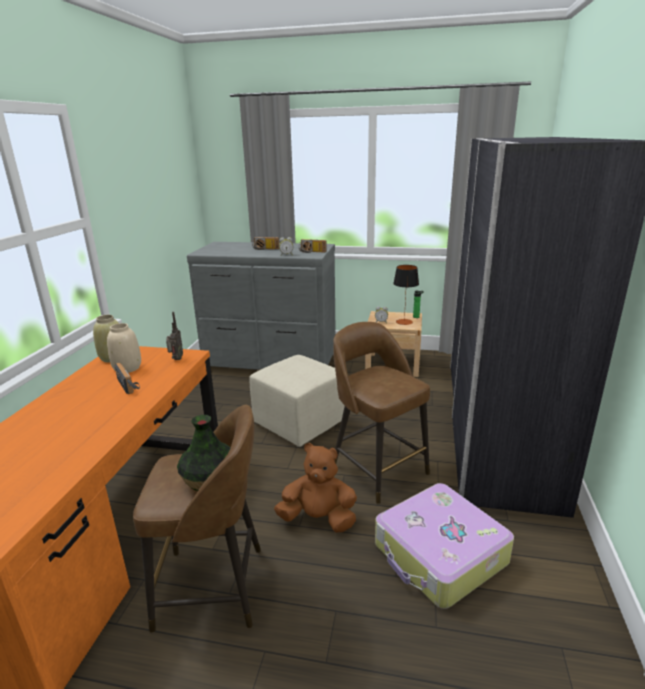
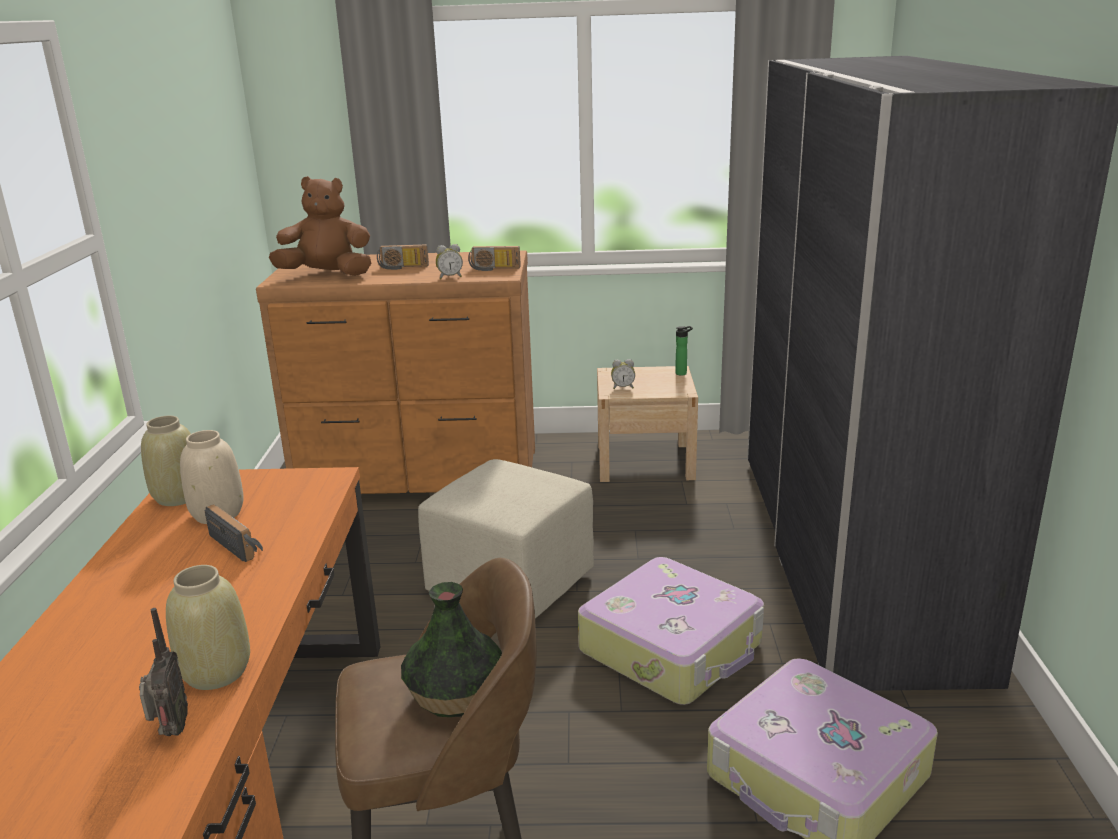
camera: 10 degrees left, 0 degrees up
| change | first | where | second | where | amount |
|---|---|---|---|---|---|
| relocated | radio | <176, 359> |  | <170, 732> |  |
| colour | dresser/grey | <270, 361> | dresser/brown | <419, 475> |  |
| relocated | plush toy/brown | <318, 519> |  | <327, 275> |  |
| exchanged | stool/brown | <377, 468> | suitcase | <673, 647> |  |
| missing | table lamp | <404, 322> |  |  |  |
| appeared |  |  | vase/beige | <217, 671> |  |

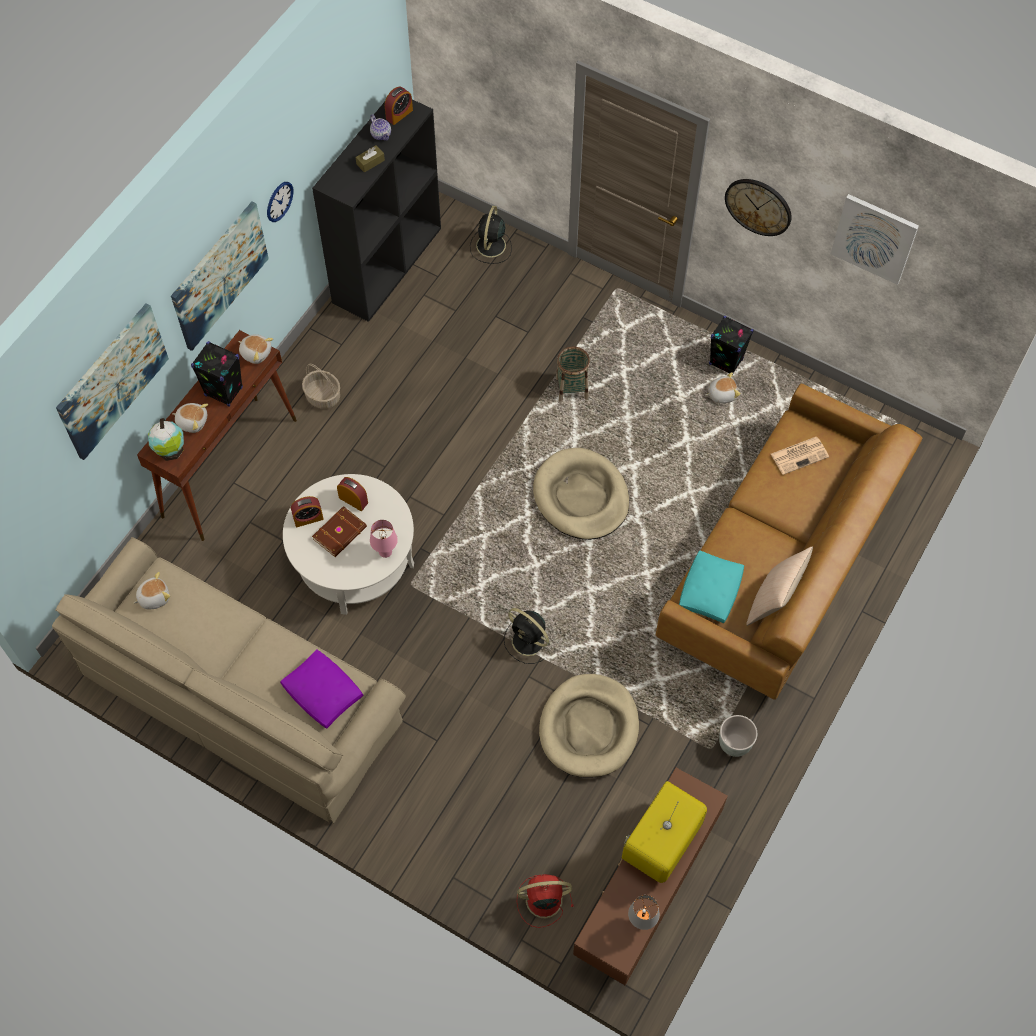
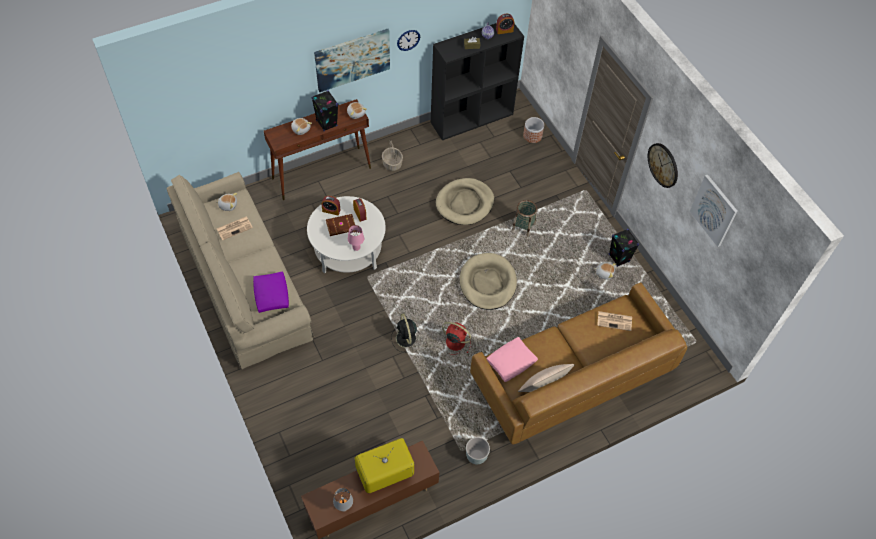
camera: 30 degrees right, 5 degrees down
| change | first | where | second | where | amount |
|---|---|---|---|---|---|
| missing | picture | <112, 381> |  |  |  |
| missing | globe | <171, 451> |  |  |  |
| exchanged | fan/black | <490, 246> | planter | <532, 136> |  |
| relocated | fan/red | <542, 900> |  | <454, 342> |  |
| relocated | dog bed/beige | <589, 728> |  | <465, 203> |  |
| colour | pillow/turquoise | <710, 592> | pillow/pink | <510, 363> |  |
| appeared |  |  | newspaper | <235, 228> |  |

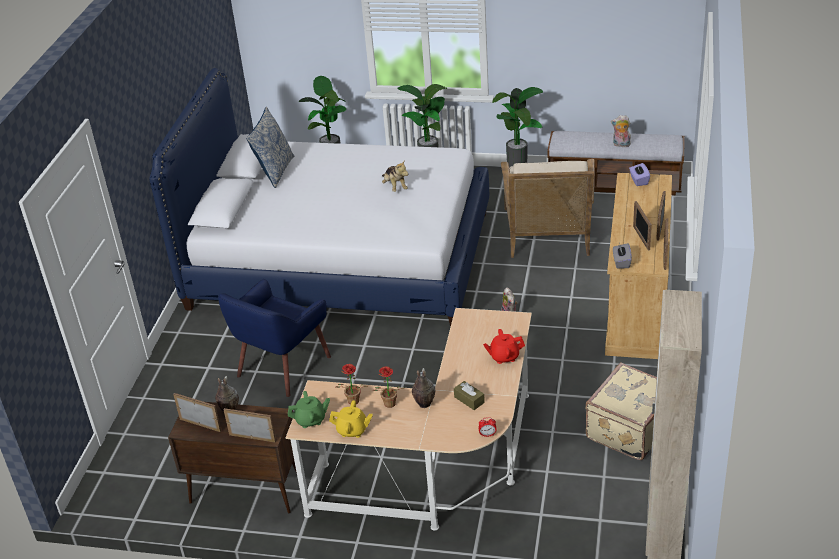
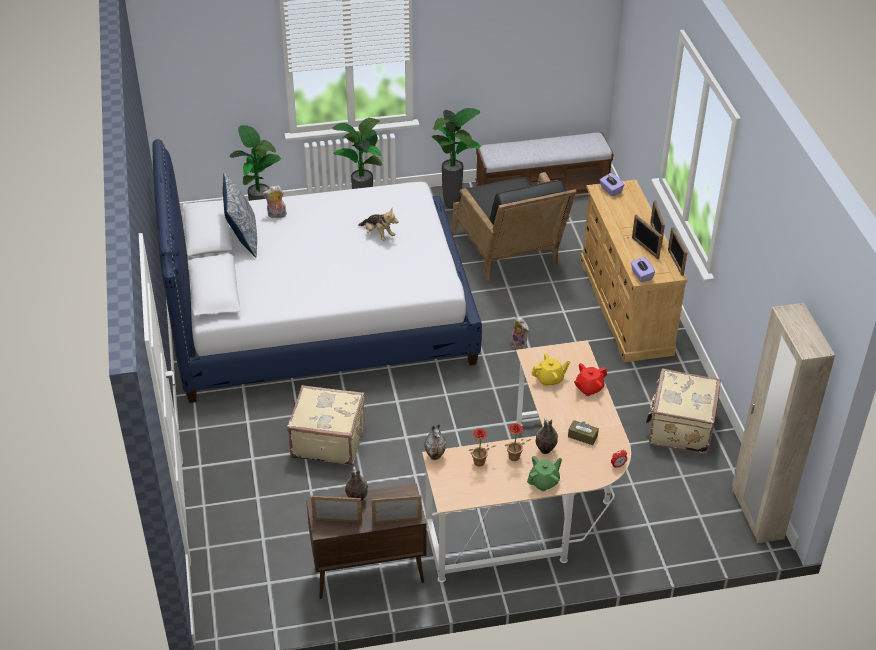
camera: 25 degrees left, 5 degrees up
| change | first | where | second | where | amount |
|---|---|---|---|---|---|
| exchanged | armchair/blue | <282, 366> | suitcase/beige | <328, 440> |  |
| relocated | teapot/green | <311, 420> |  | <544, 482> |  |
| relocated | teapot/yellow | <352, 430> |  | <550, 379> |  |
| colour | armchair/beige | <548, 237> | armchair/black | <510, 254> |  |
| relocated | plush toy | <621, 145> |  | <276, 215> |  |
| colour | tissue box/grey | <621, 262> | tissue box/purple | <641, 275> |  |
| appeared |  |  | vase | <435, 455> |  |

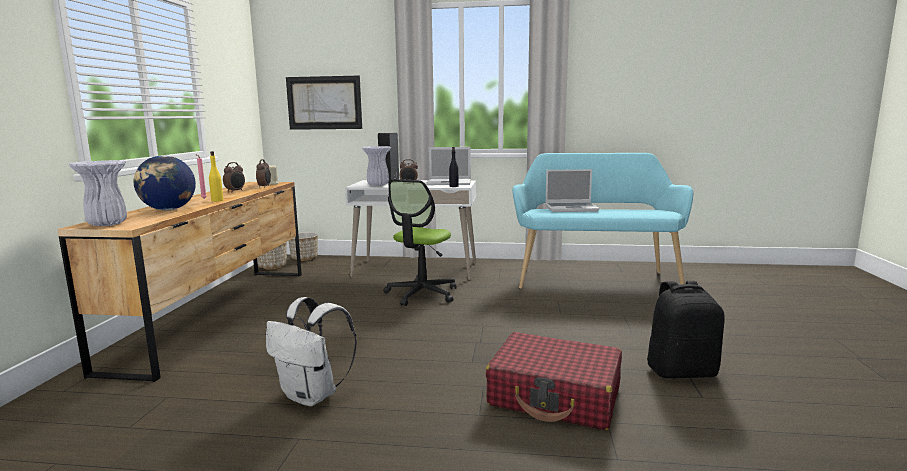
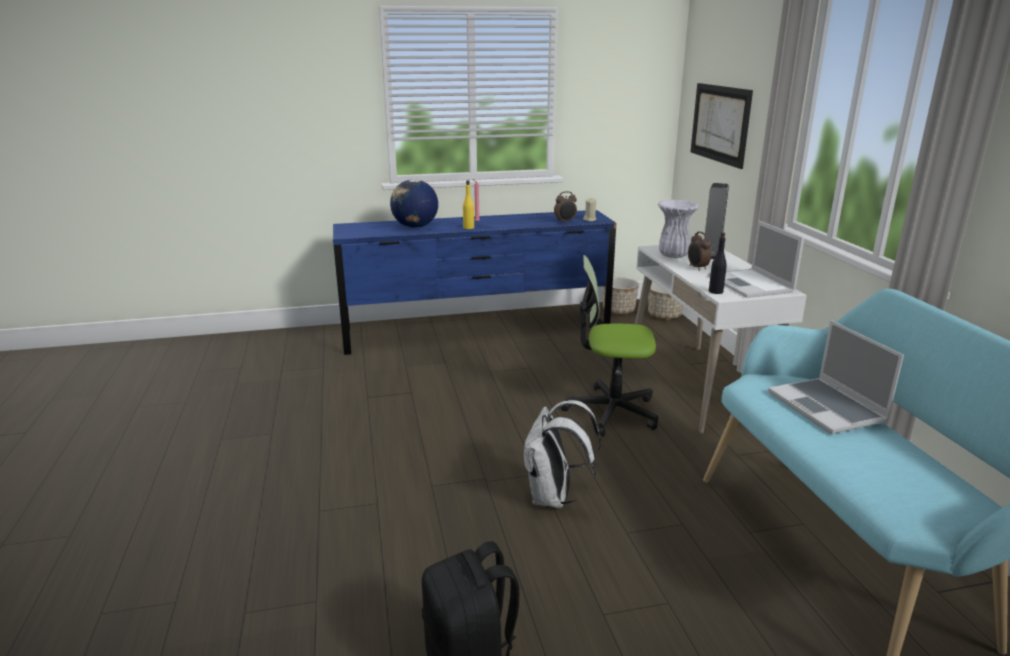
camera: 70 degrees right, 10 degrees up
| change | first | where | second | where | amount |
|---|---|---|---|---|---|
| colour | dresser/brown | <219, 314> | dresser/blue | <477, 331> |  |
| missing | vase/white | <106, 224> |  |  |  |
| missing | alarm clock | <235, 191> |  |  |  |
| relocated | backpack/white | <313, 396> |  | <554, 498> |  |
| missing | suitcase/red | <555, 396> |  |  |  |

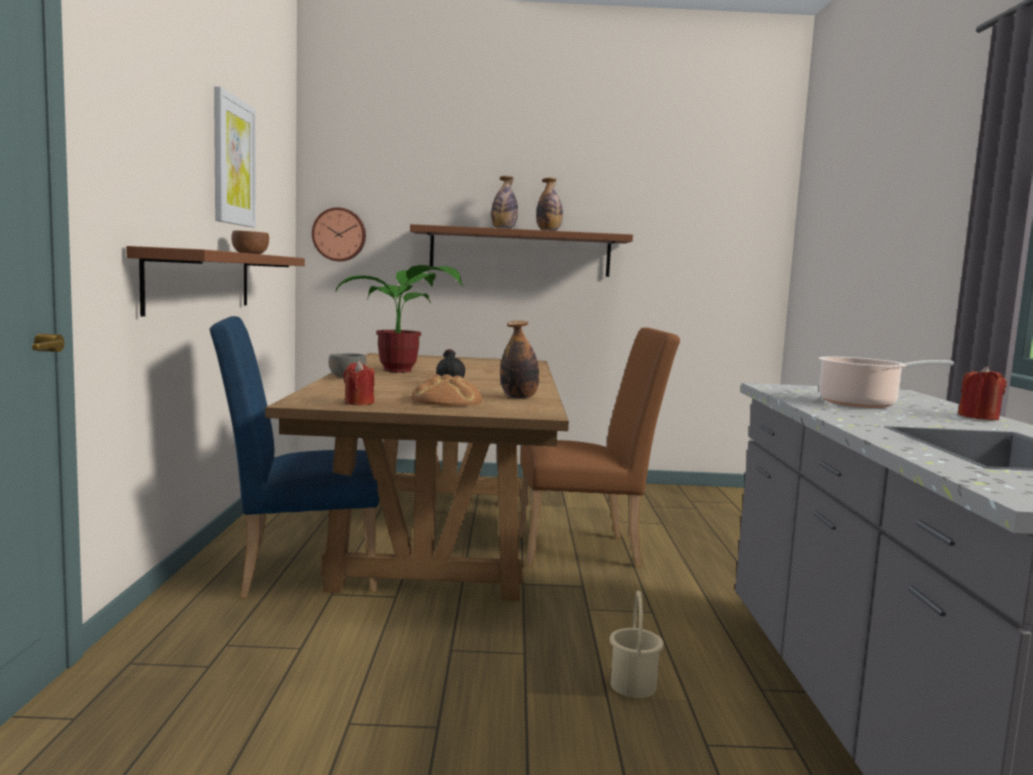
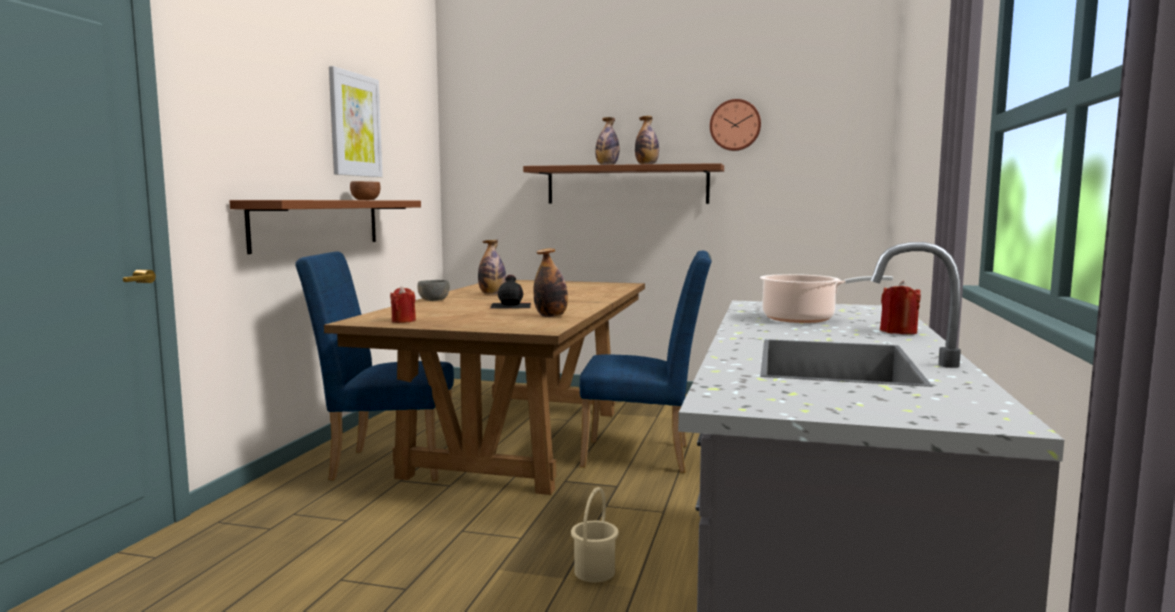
camera: 15 degrees right, 0 degrees up
| change | first | where | second | where | amount |
|---|---|---|---|---|---|
| relocated | wall clock | <339, 234> |  | <735, 125> |  |
| exchanged | potted plant | <403, 371> | bottle | <492, 294> |  |
| missing | bread | <446, 400> |  |  |  |
| colour | chair/brown | <587, 551> | chair/blue | <646, 456> |  |

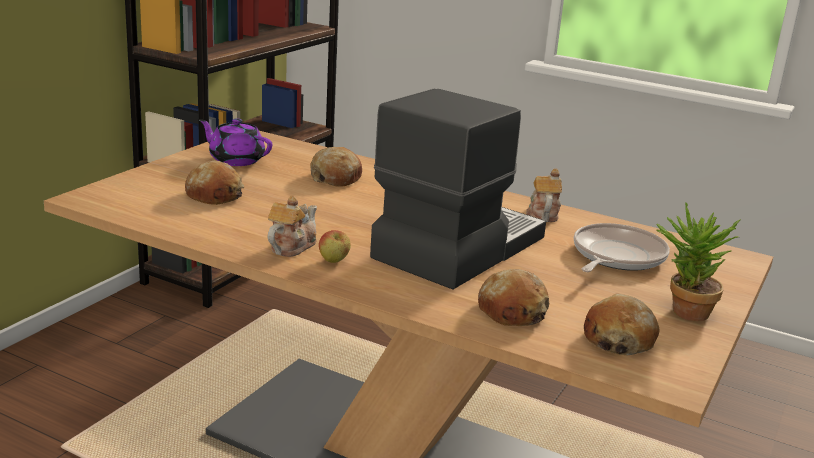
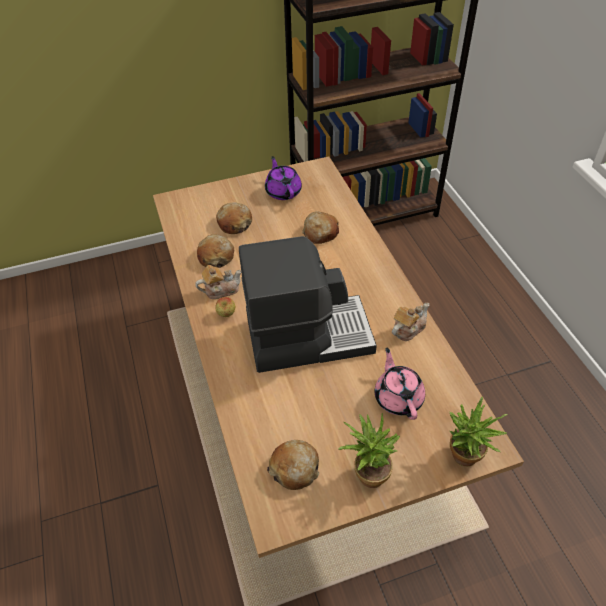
camera: 45 degrees right, 25 degrees up
| change | first | where | second | where | amount |
|---|---|---|---|---|---|
| relocated | bread | <512, 311> |  | <216, 256> |  |
| exchanged | frying pan | <616, 257> | teapot/pink | <398, 397> |  |
| appeared |  |  | potted plant | <463, 460> |  |

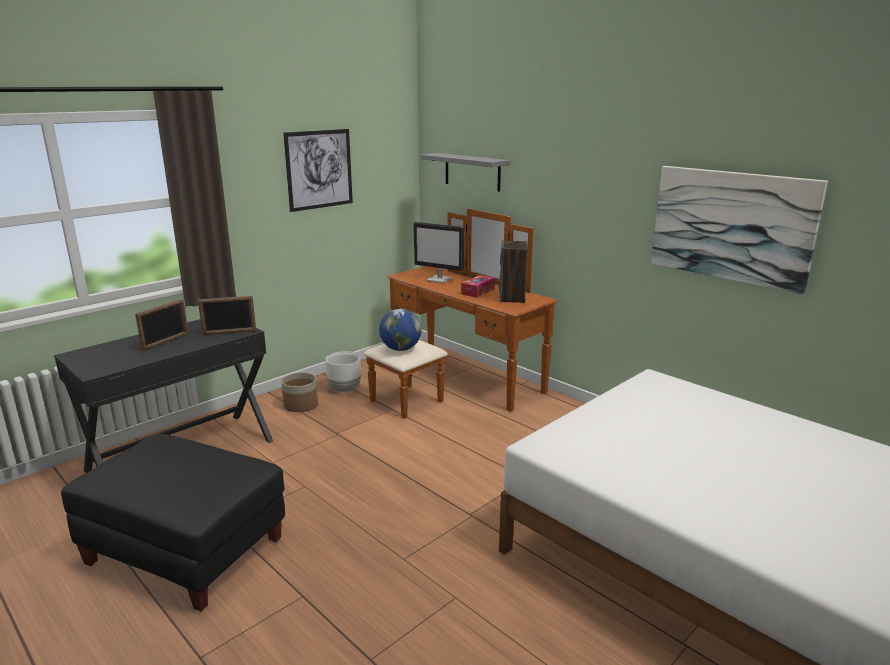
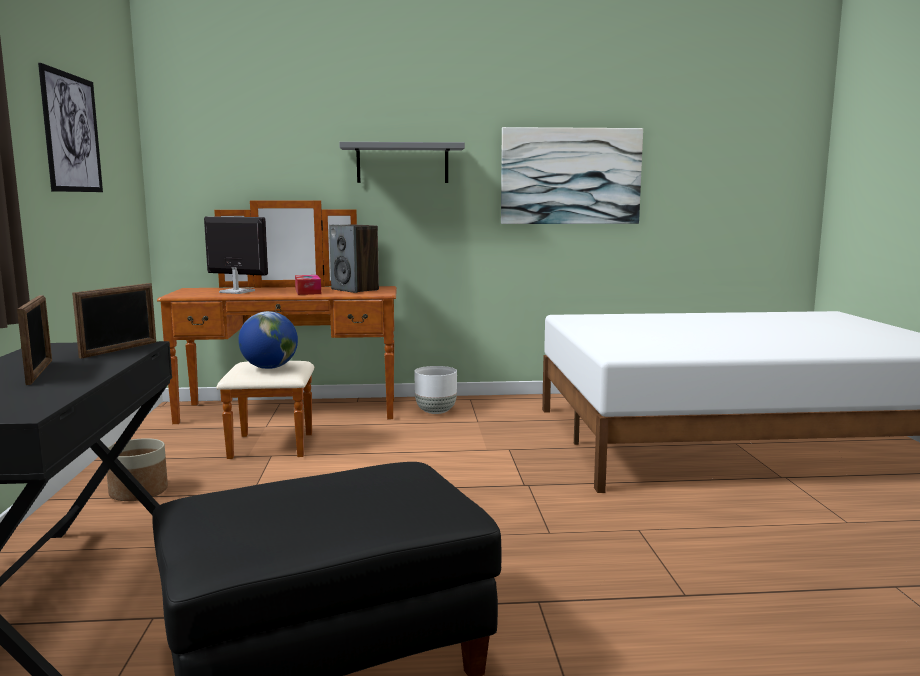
camera: 50 degrees left, 10 degrees down
| change | first | where | second | where | amount |
|---|---|---|---|---|---|
| relocated | planter/white | <345, 389> |  | <436, 412> |  |
| spun | monitor | <439, 279> |  | <236, 292> | 135 degrees counterclockwise |
| relocated | shelf/grey | <472, 172> |  | <402, 163> |  |

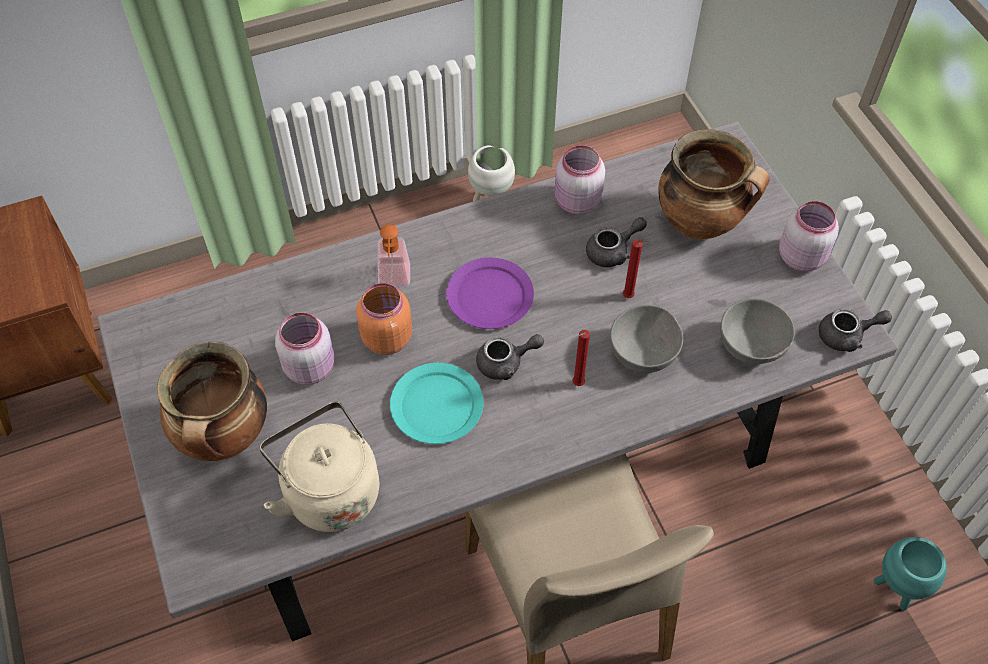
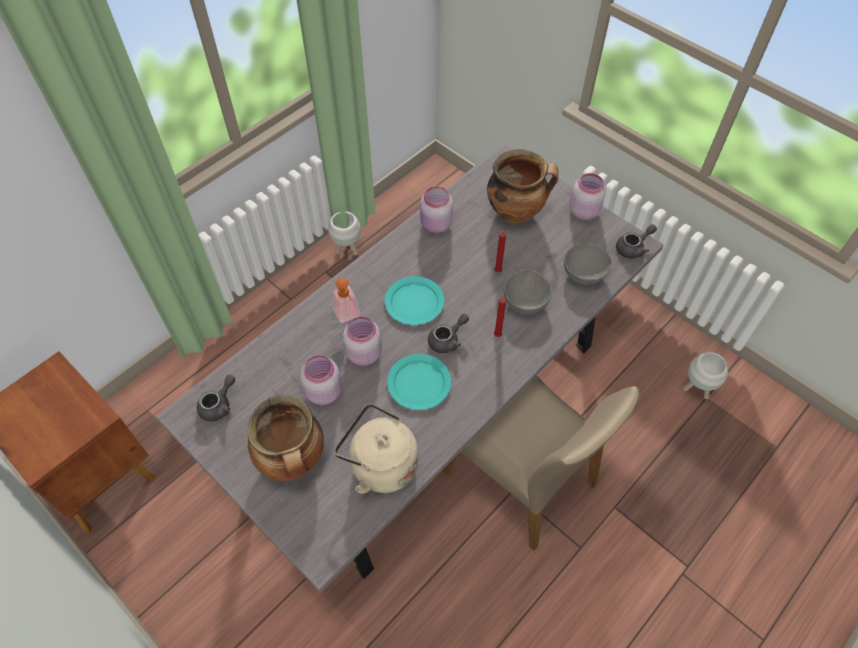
camera: 25 degrees left, 0 degrees up
| change | first | where | second | where | amount |
|---|---|---|---|---|---|
| colour | jar/orange | <387, 337> | jar/pink | <363, 353> |  |
| colour | plate/purple | <490, 296> | plate/turquoise | <414, 303> |  |
| relocated | teapot/grey | <613, 251> |  | <219, 405> |  |
| colour | planter/turquoise | <896, 589> | planter/white | <697, 388> |  |

